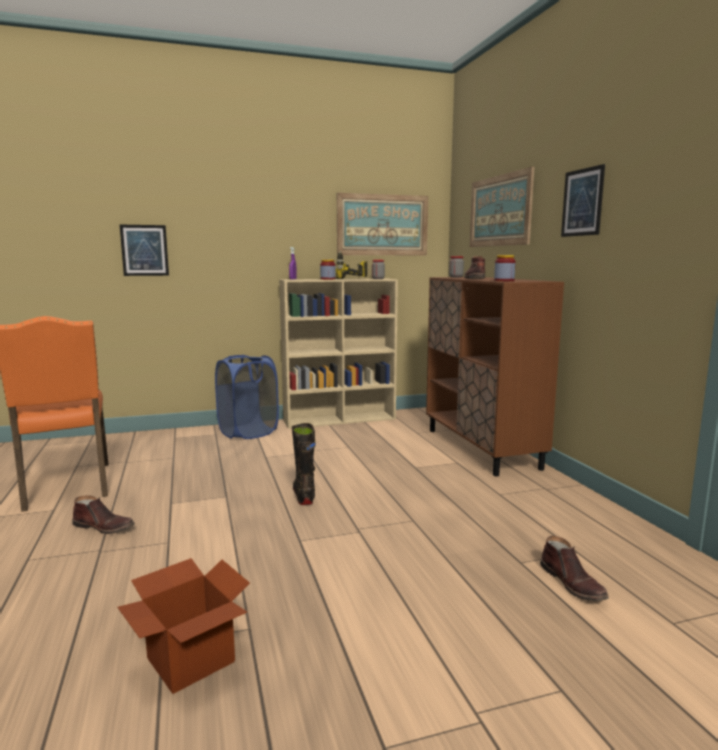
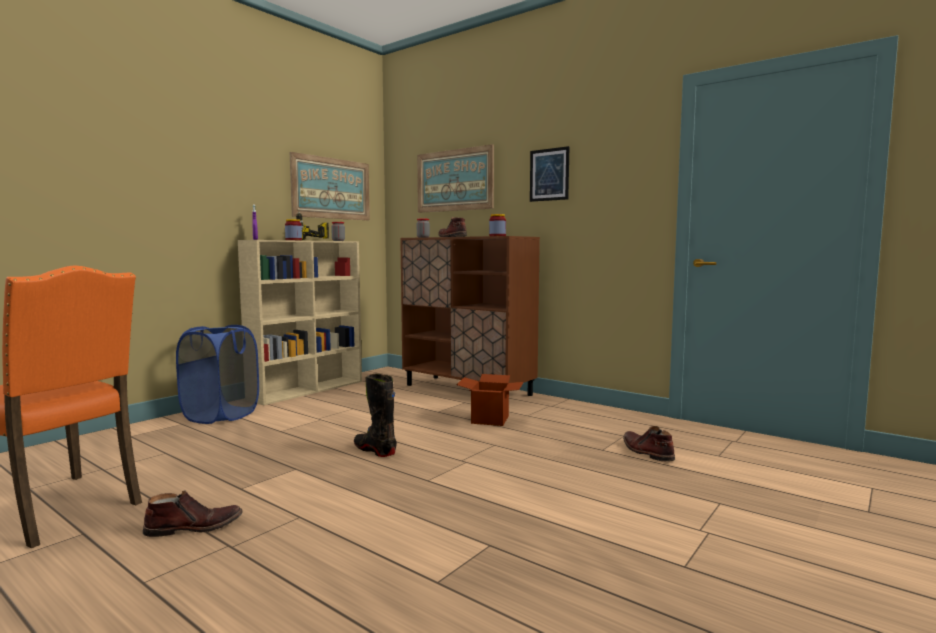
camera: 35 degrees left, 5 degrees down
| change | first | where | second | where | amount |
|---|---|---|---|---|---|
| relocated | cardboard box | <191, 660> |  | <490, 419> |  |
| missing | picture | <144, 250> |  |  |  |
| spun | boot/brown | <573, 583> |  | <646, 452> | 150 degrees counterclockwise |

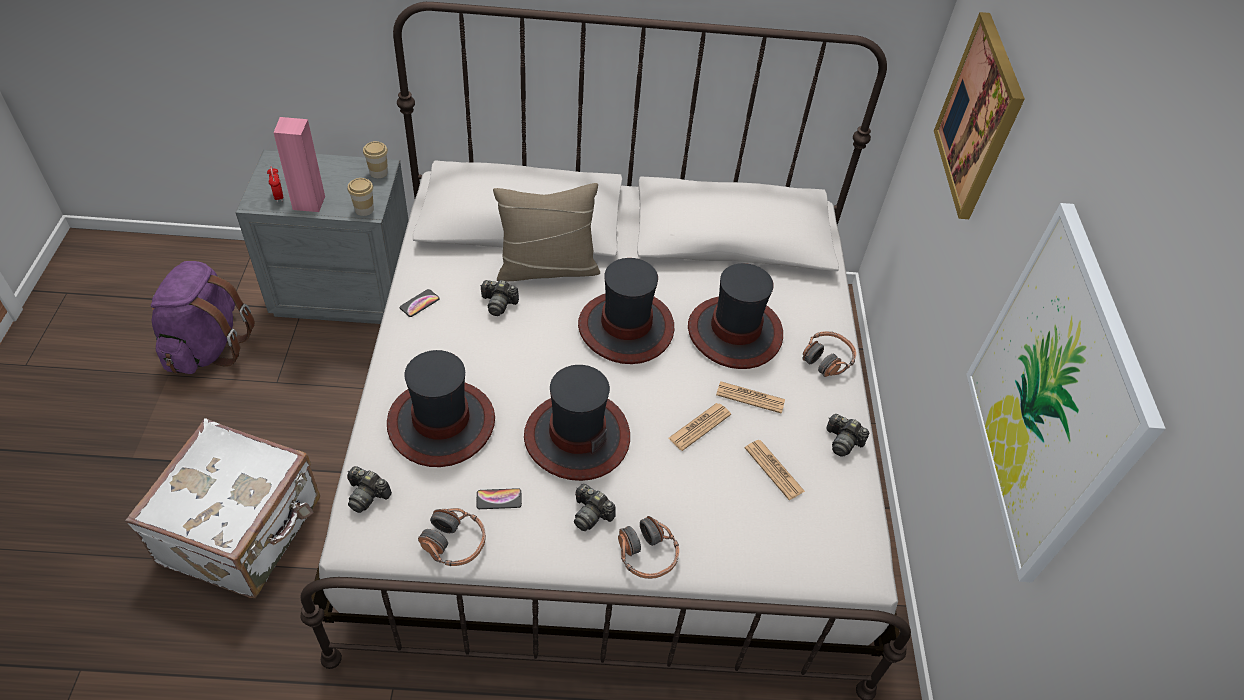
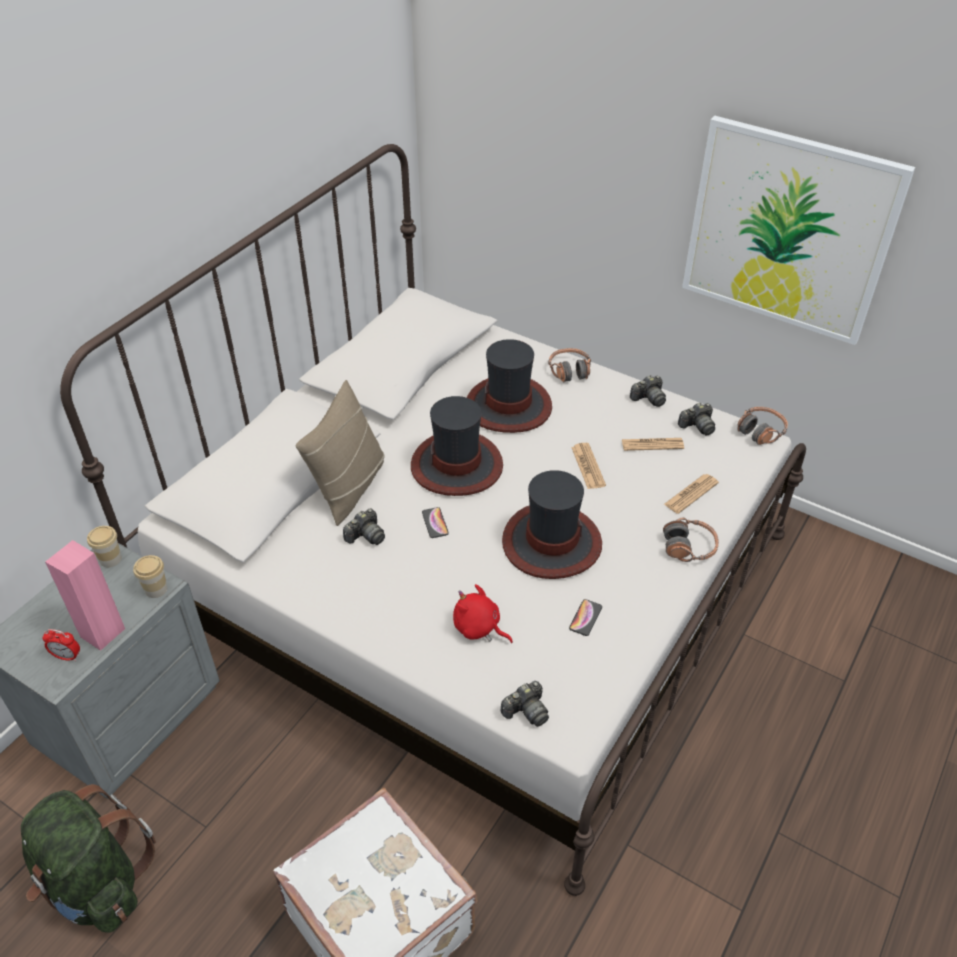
camera: 55 degrees left, 5 degrees down
| change | first | where | second | where | amount |
|---|---|---|---|---|---|
| colour | backpack/purple | <208, 346> | backpack/green | <97, 883> |  |
| exchanged | hat | <441, 423> | plush toy/red | <479, 628> |  |
| relocated | phone | <419, 303> |  | <435, 523> |  |
| relocated | headphones | <454, 543> |  | <760, 431> |  |
| relocated | photo camera | <591, 514> |  | <697, 426> |  |
| relocated | newspaper | <750, 397> |  | <691, 494> |  |
| missing | picture | <979, 117> |  |  |  |

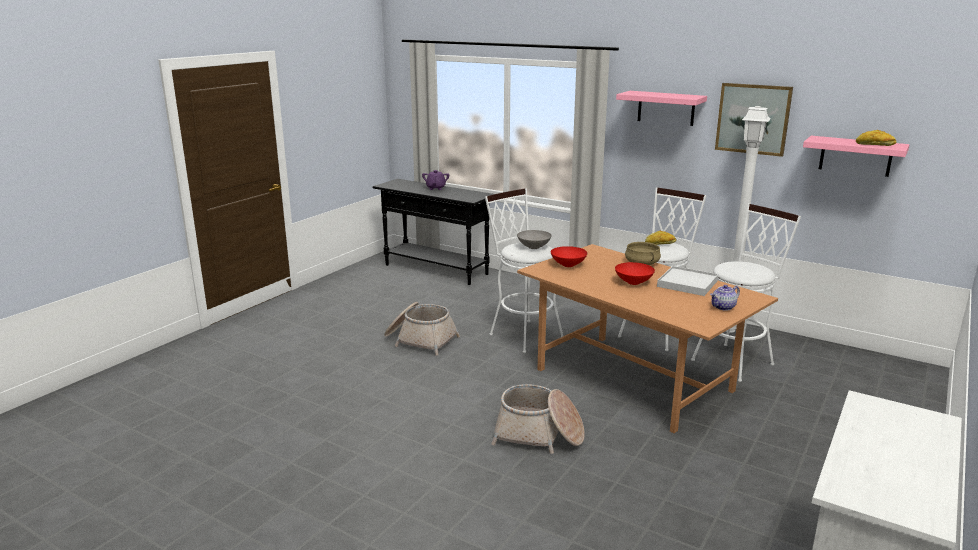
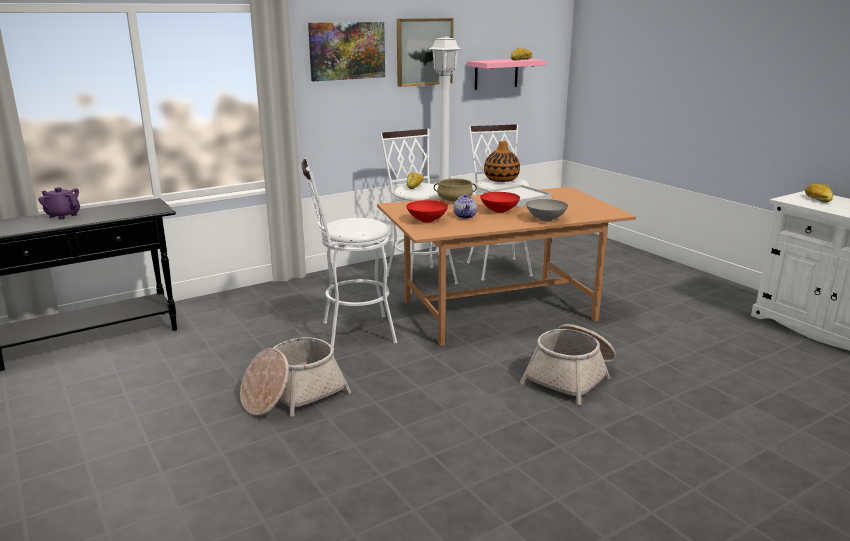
camera: 65 degrees left, 0 degrees up
| change | first | where | second | where | amount |
|---|---|---|---|---|---|
| relocated | bowl/grey | <533, 247> |  | <545, 219> |  |
| exchanged | shelf/pink | <666, 108> | picture | <347, 50> |  |
| relocated | teapot | <723, 307> |  | <465, 216> |  |
| appeared |  |  | vase | <501, 179> |  |
| appeared |  |  | bread | <817, 199> |  |

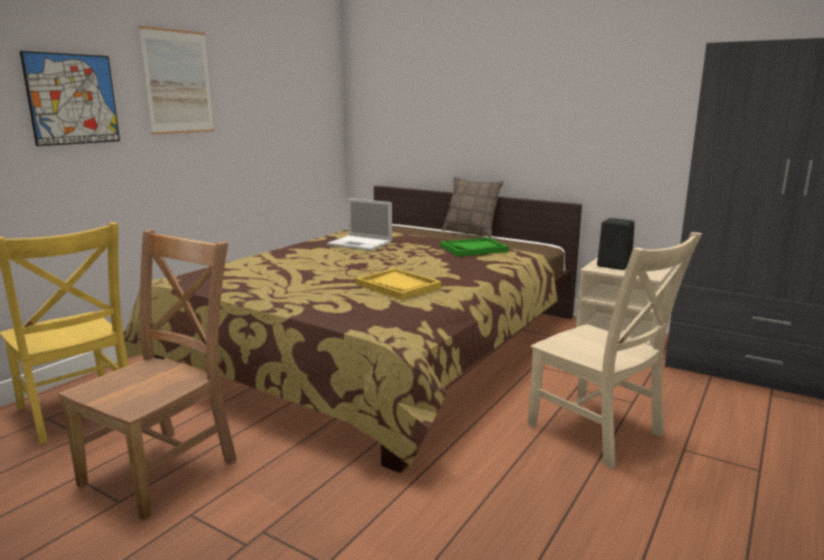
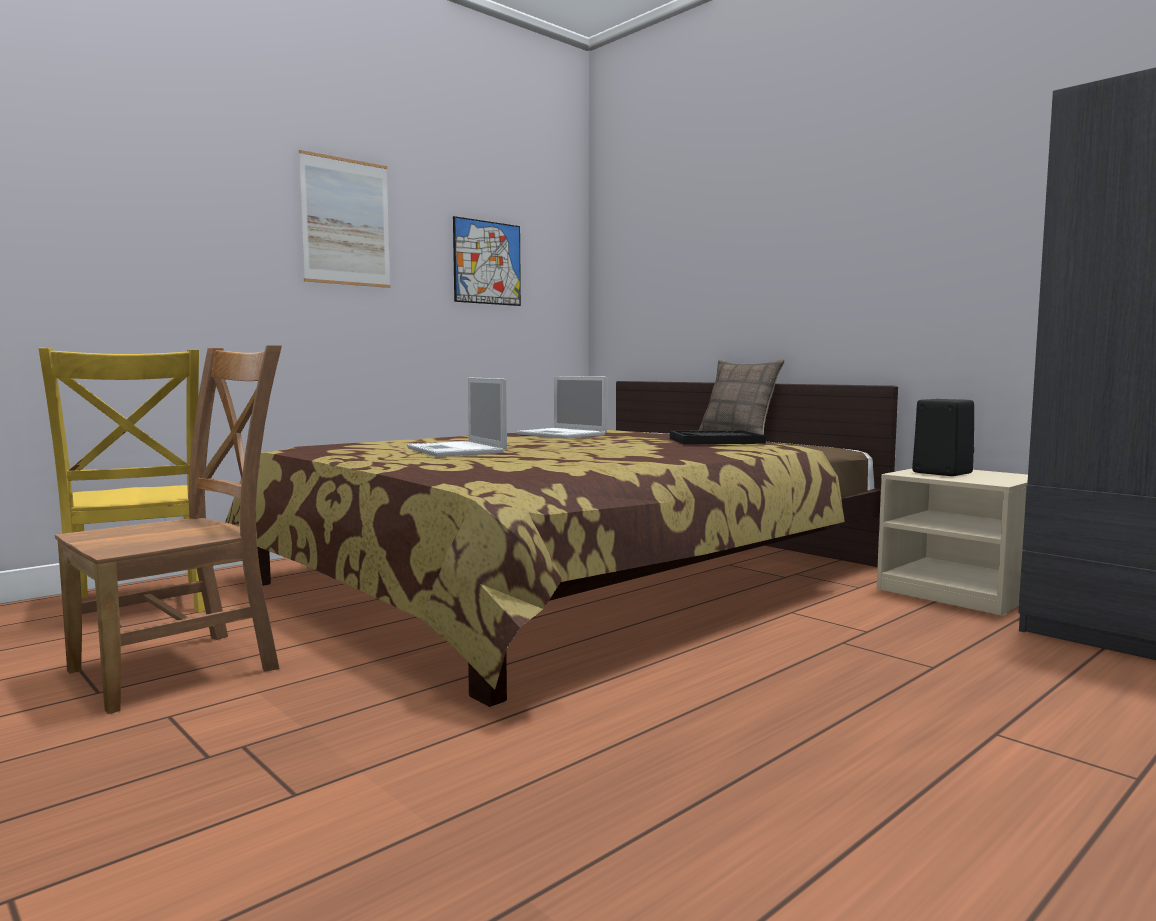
camera: 15 degrees right, 10 degrees down
| change | first | where | second | where | amount |
|---|---|---|---|---|---|
| relocated | picture | <73, 99> |  | <487, 263> |  |
| missing | tray/yellow | <398, 286> |  |  |  |
| colour | tray/green | <473, 249> | tray/black | <716, 441> |  |
| missing | chair/beige | <599, 432> |  |  |  |
| appeared |  |  | laptop | <457, 450> |  |

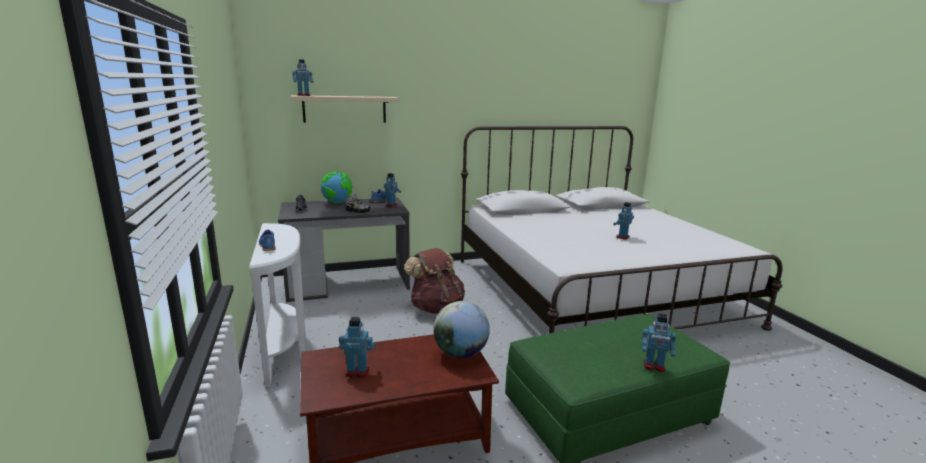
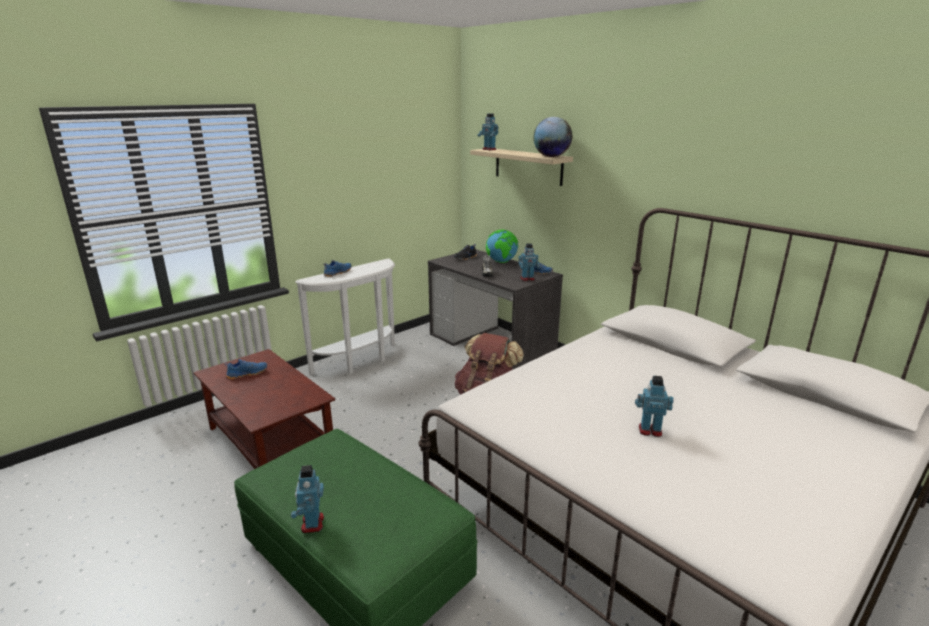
camera: 65 degrees right, 5 degrees up
| change | first | where | second | where | amount |
|---|---|---|---|---|---|
| exchanged | toy robot | <357, 371> | shoe/blue | <247, 373> |  |
| relocated | globe | <460, 354> |  | <551, 156> |  |

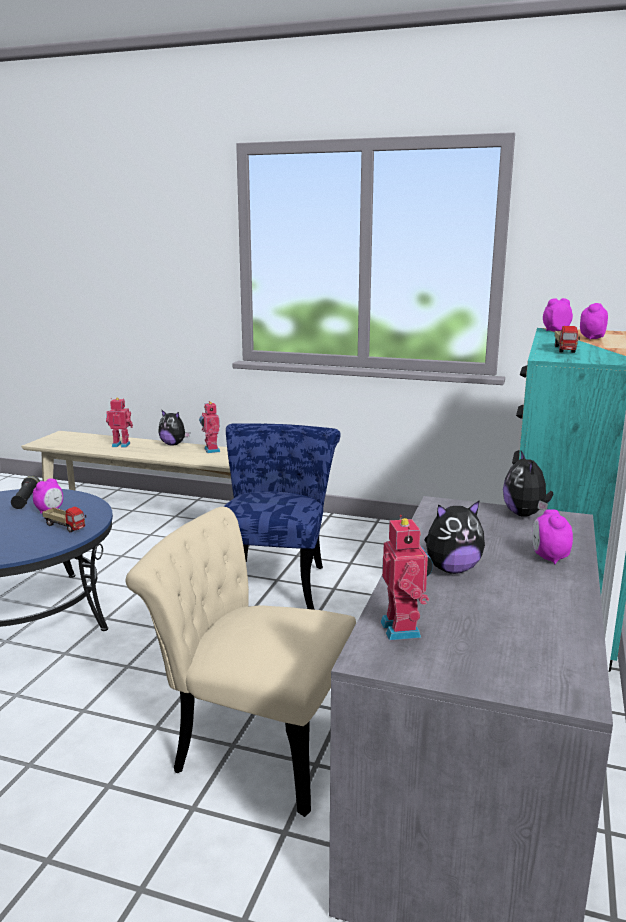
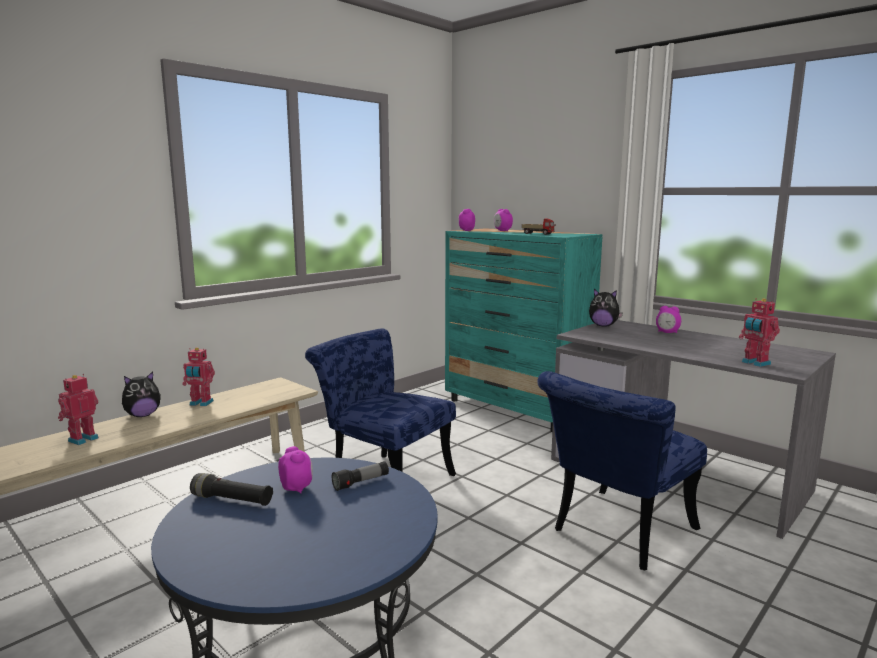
camera: 65 degrees left, 5 degrees down
| change | first | where | second | where | amount |
|---|---|---|---|---|---|
| exchanged | toy truck | <65, 527> | flashlight | <361, 483> |  |
| colour | chair/beige | <251, 742> | chair/blue | <616, 533> |  |
| spun | toy robot | <403, 629> |  | <755, 363> | 135 degrees counterclockwise |
| missing | plush toy | <452, 569> |  |  |  |

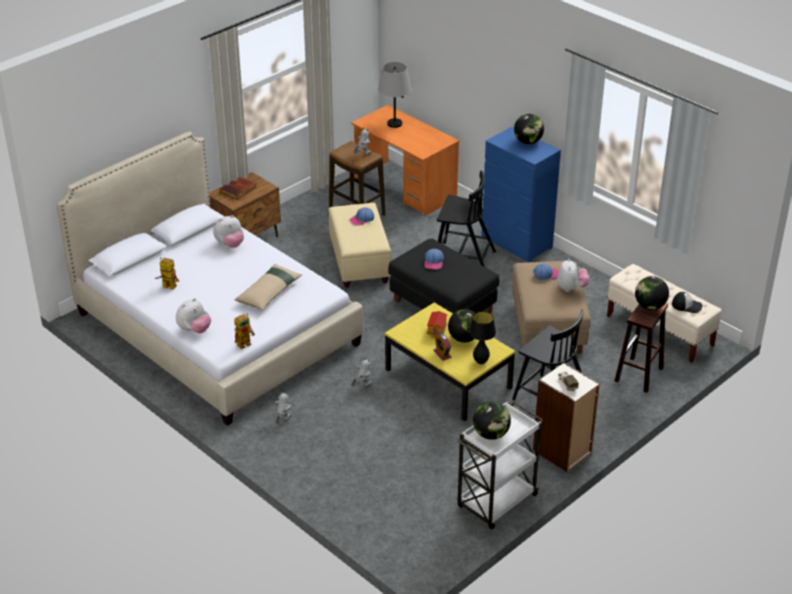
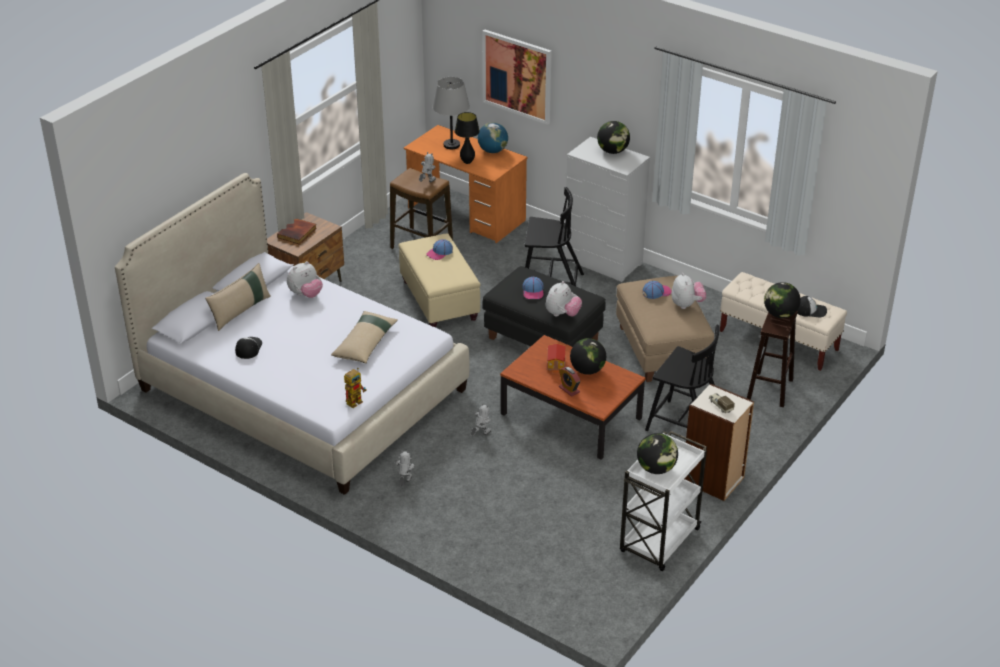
camera: 10 degrees left, 0 degrees up
| change | first | where | second | where | amount |
|---|---|---|---|---|---|
| exchanged | toy robot | <166, 286> | cap | <248, 348> |  |
| relocated | plush toy | <194, 330> |  | <562, 314> |  |
| colour | coffee table/yellow | <448, 378> | coffee table/brown | <571, 416> |  |
| relocated | table lamp/black | <480, 362> |  | <467, 162> |  |
| colour | dresser/blue | <517, 243> | dresser/white | <603, 262> |  |
| appeared |  |  | pillow/beige | <240, 311> |  |
| appeared |  |  | globe | <492, 151> |  |
| appeared |  |  | picture | <517, 76> |  |

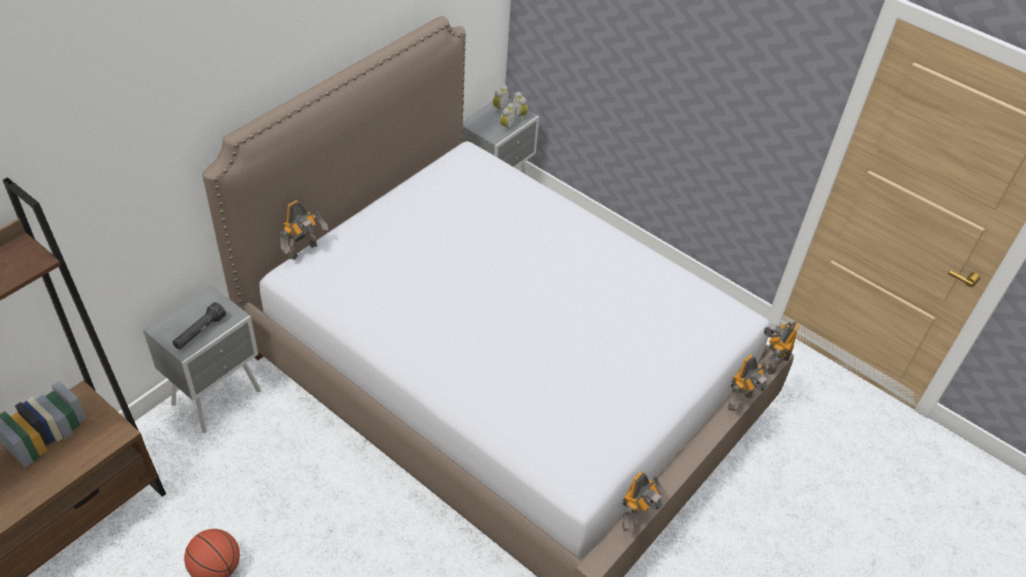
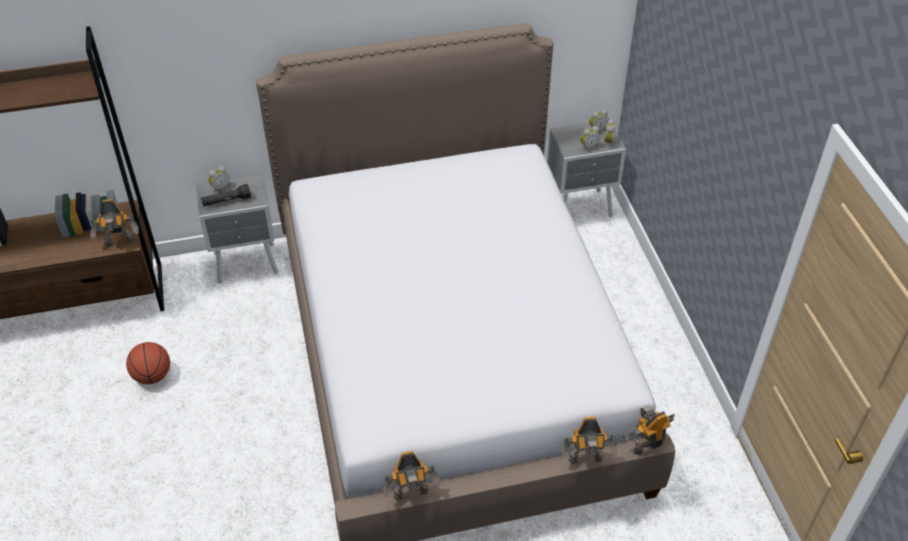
camera: 40 degrees right, 0 degrees up
| change | first | where | second | where | amount |
|---|---|---|---|---|---|
| relocated | toy robot | <304, 251> |  | <119, 243> |  |
| appeared |  |  | alarm clock | <220, 187> |  |

